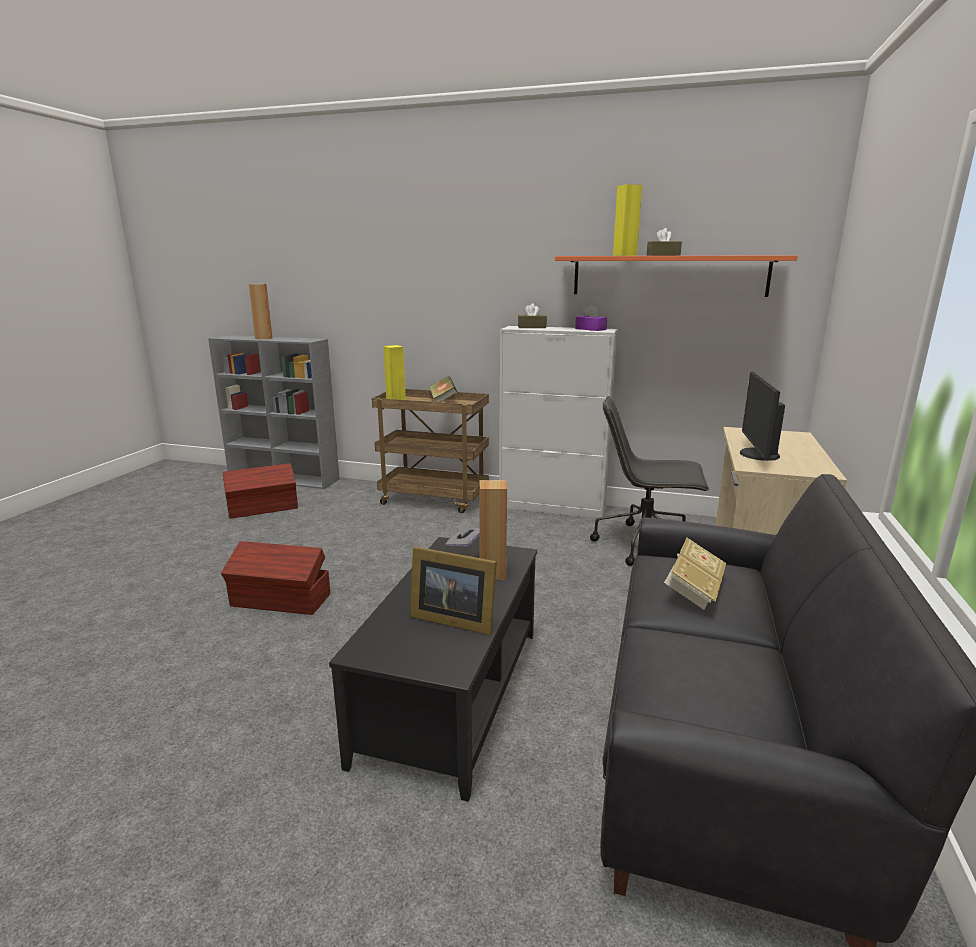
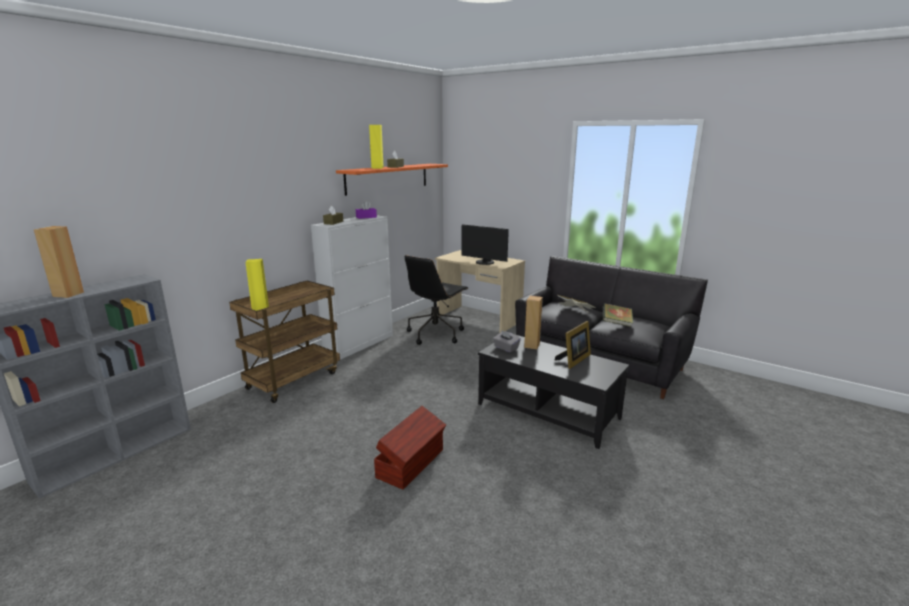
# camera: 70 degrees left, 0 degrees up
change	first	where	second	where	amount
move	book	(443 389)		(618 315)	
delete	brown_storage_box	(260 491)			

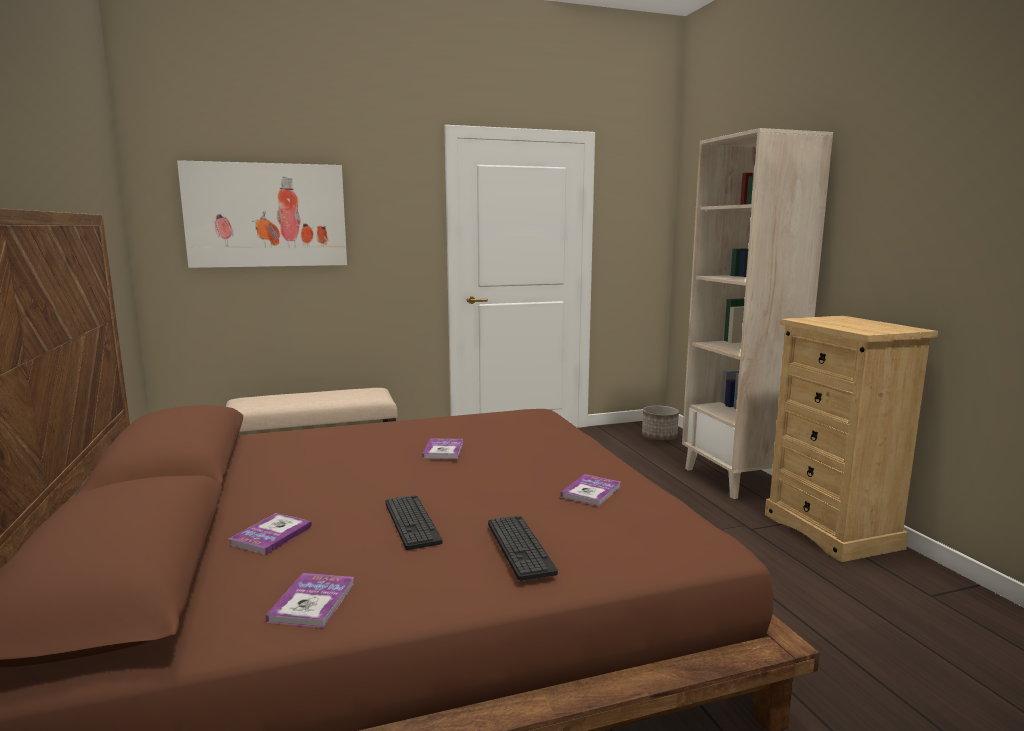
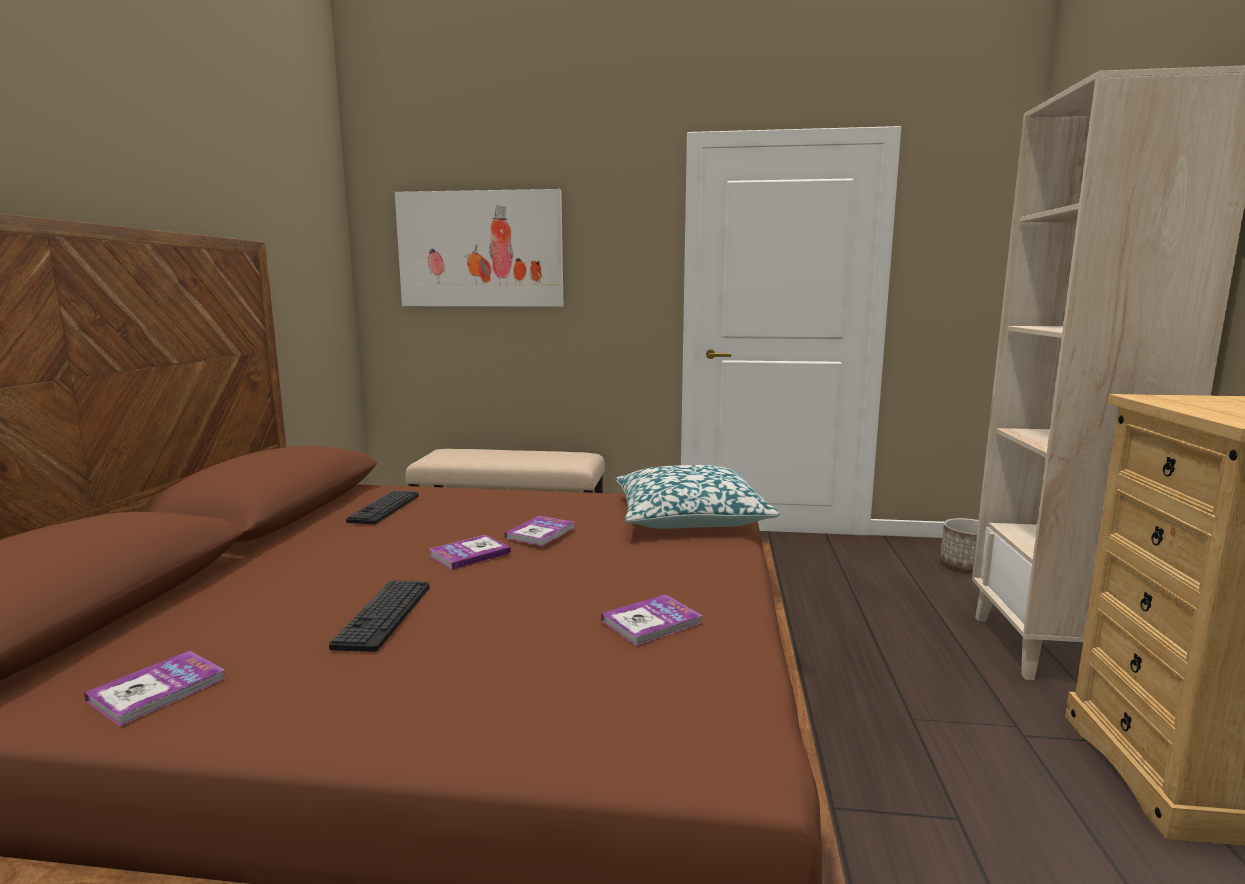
# camera: 25 degrees right, 0 degrees up
change	first	where	second	where	amount
move	book	(270 534)		(470 552)	
move	keyboard	(523 548)		(382 507)	
insert			pillow	(698 497)	

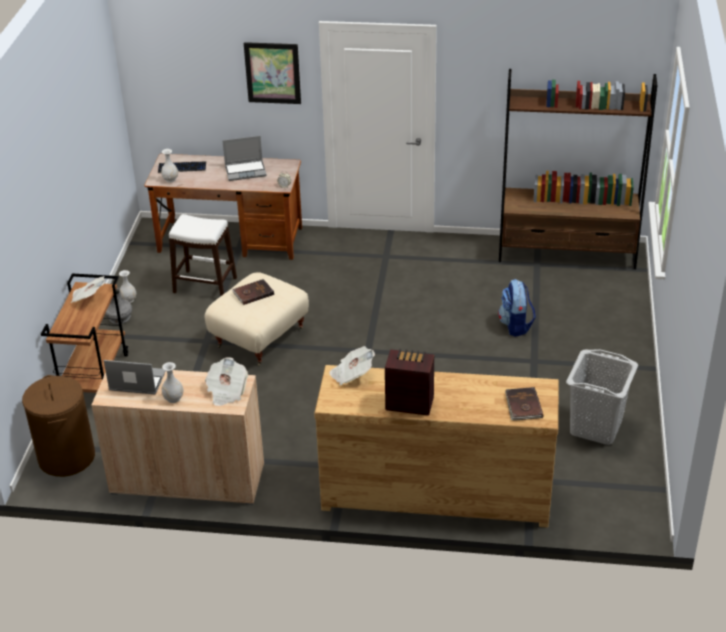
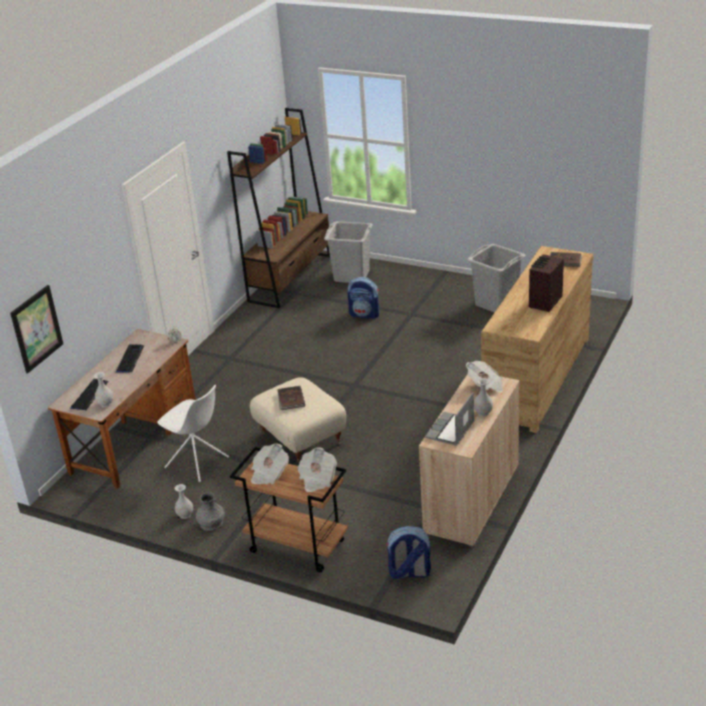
# camera: 70 degrees left, 5 degrees down
change	first	where	second	where	amount
move	picture	(272 73)		(36 329)	
replace	laptop	(244 158)	keyboard	(130 358)	
replace	white_stool	(203 255)	white_chair	(193 433)	
move	newspaper	(352 365)		(317 469)	
replace	brown_laundry_basket	(58 426)	backpack	(408 552)	
insert			grey_laundry_basket	(348 252)	

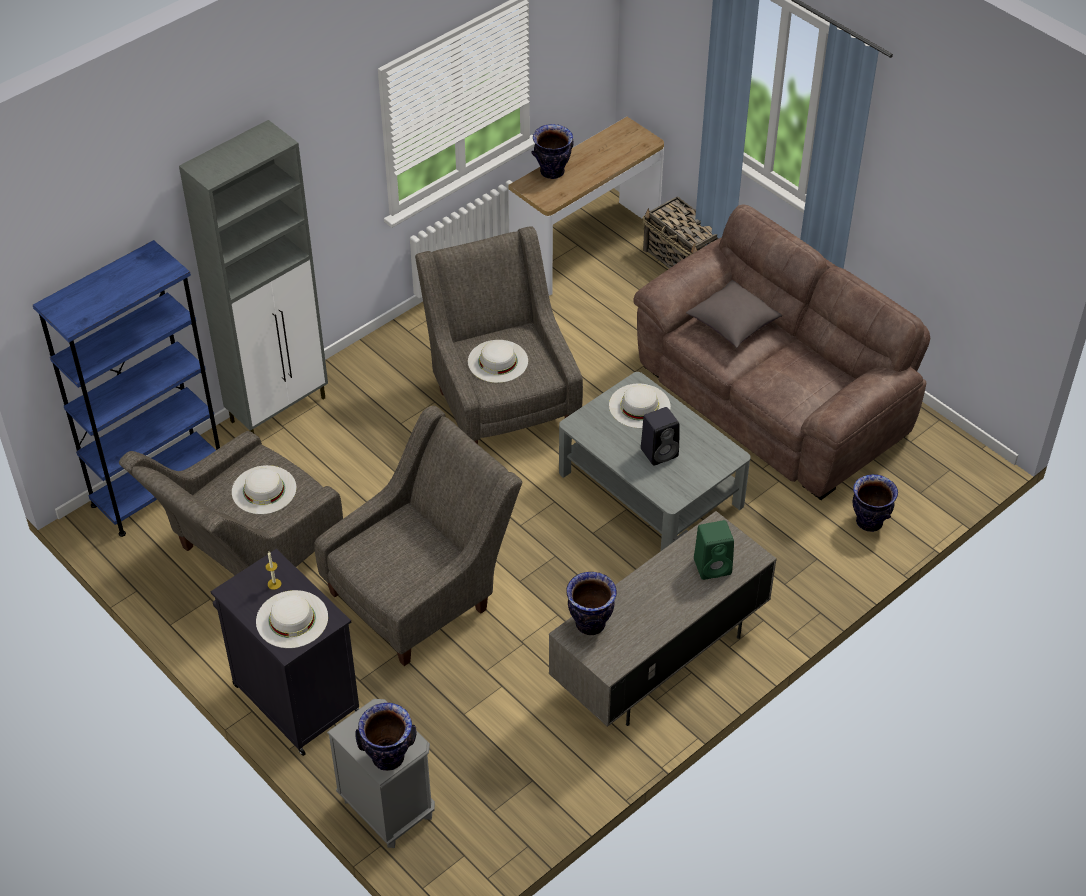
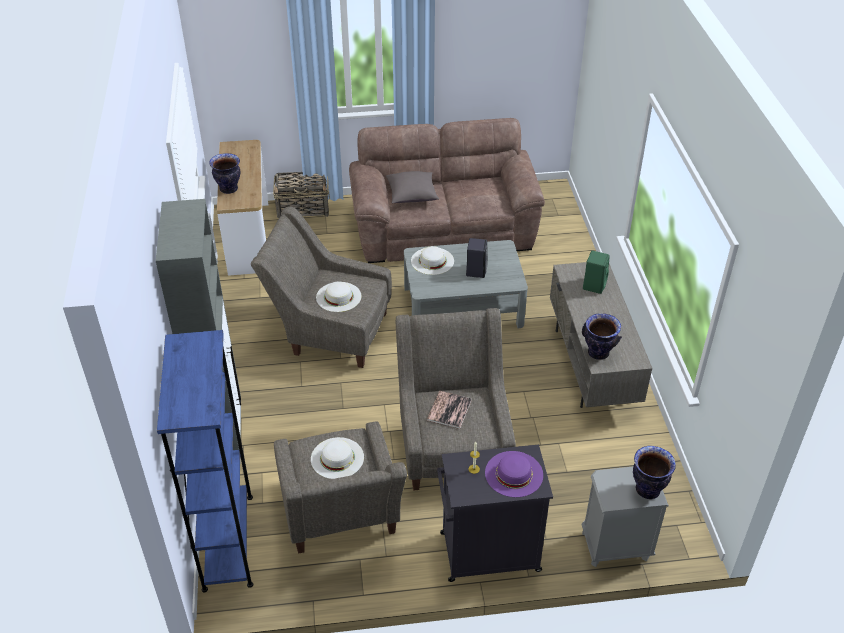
# camera: 55 degrees left, 5 degrees down
change	first	where	second	where	amount
delete	vase	(875 503)			
recolor	white_hat	(292 619)	purple_hat	(514 474)	
insert			book	(449 410)	

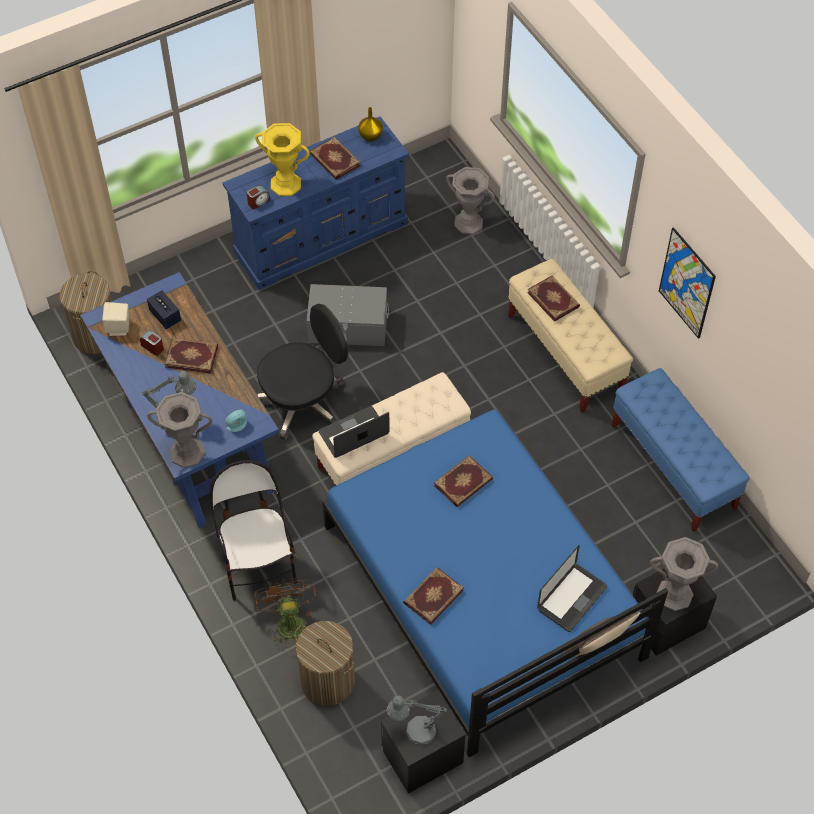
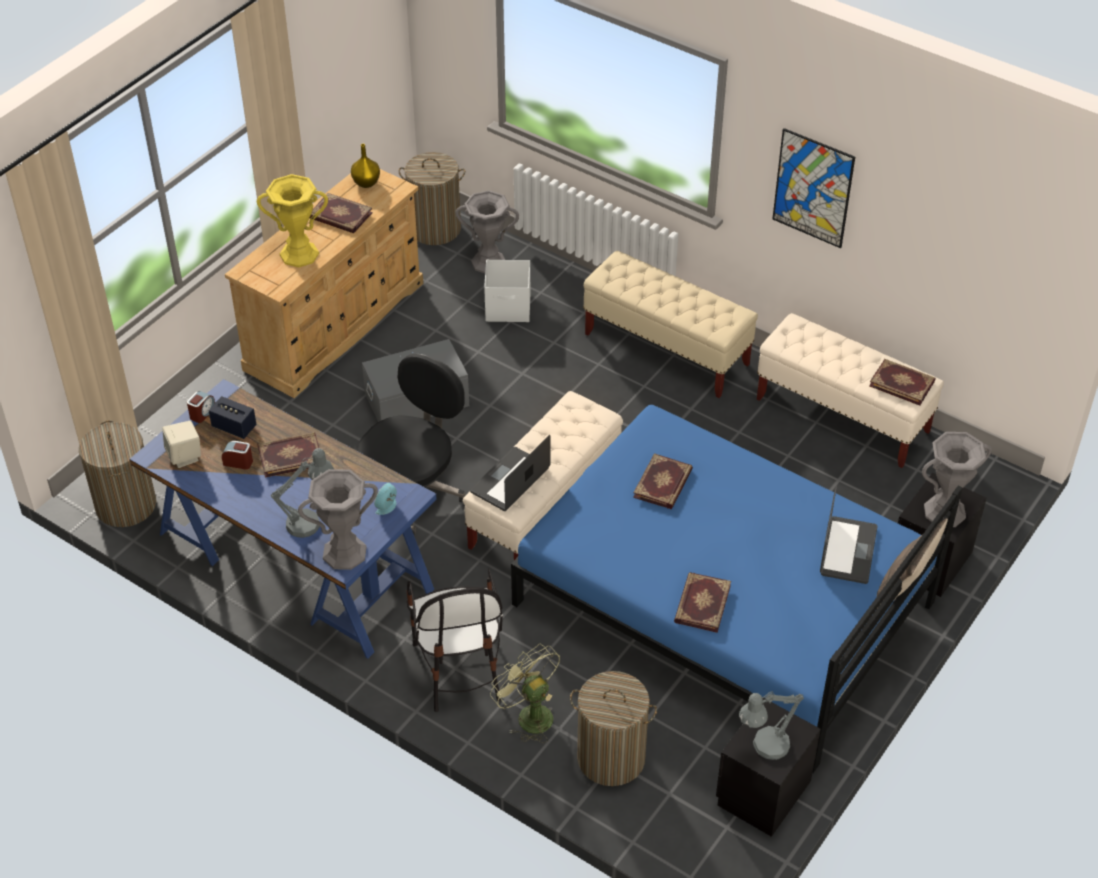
# camera: 25 degrees left, 10 degrees down
change	first	where	second	where	amount
recolor	blue_dresser	(316 203)	beige_dresser	(324 283)	
move	alarm_clock	(258 197)		(201 407)	
move	book	(553 299)		(902 382)	
recolor	blue_bench	(680 450)	beige_bench	(850 390)	
rotate	chair	(254 530)		(455 640)	150 degrees counterclockwise
recolor	brown_fan	(286 612)	green_fan	(525 693)	
insert			laundry_basket	(431 198)	
insert			white_storage_box	(507 291)	

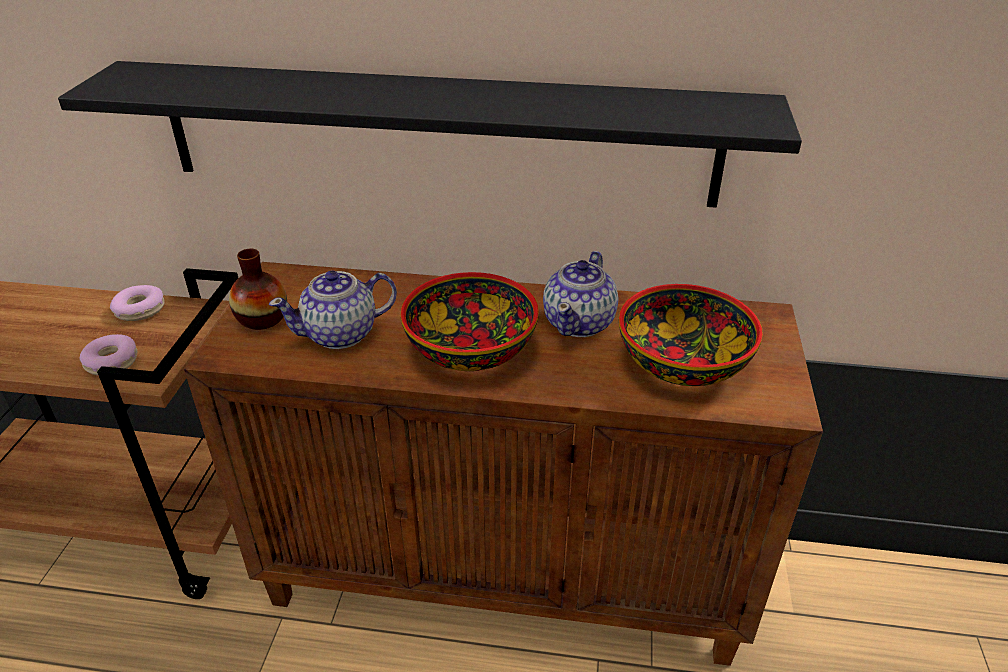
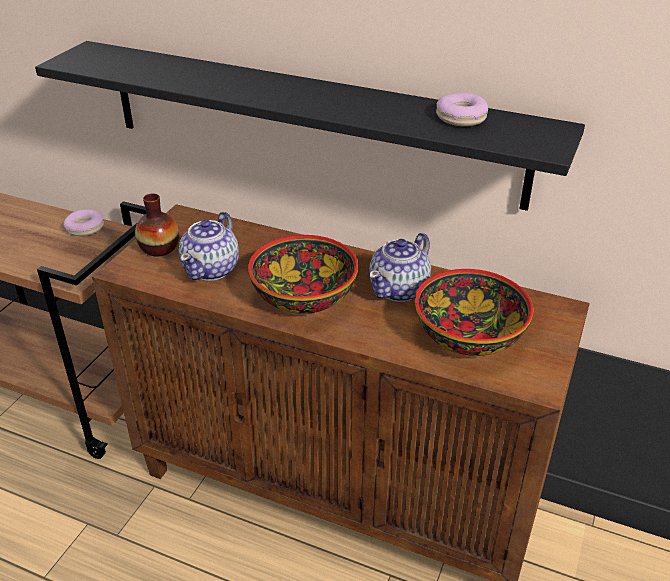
# camera: 15 degrees right, 0 degrees up
change	first	where	second	where	amount
rotate	teapot	(333 310)		(209 246)	60 degrees counterclockwise
move	donut	(108 354)		(462 109)	

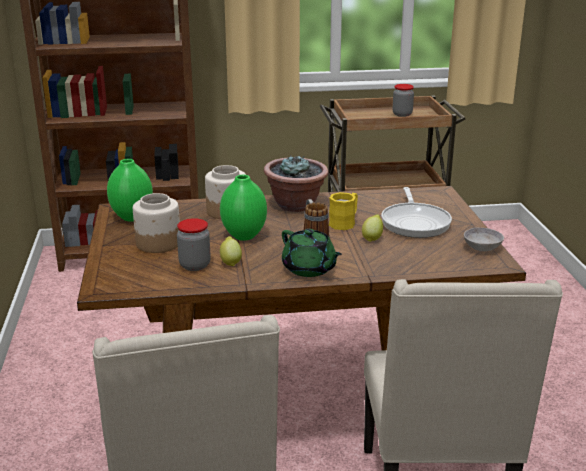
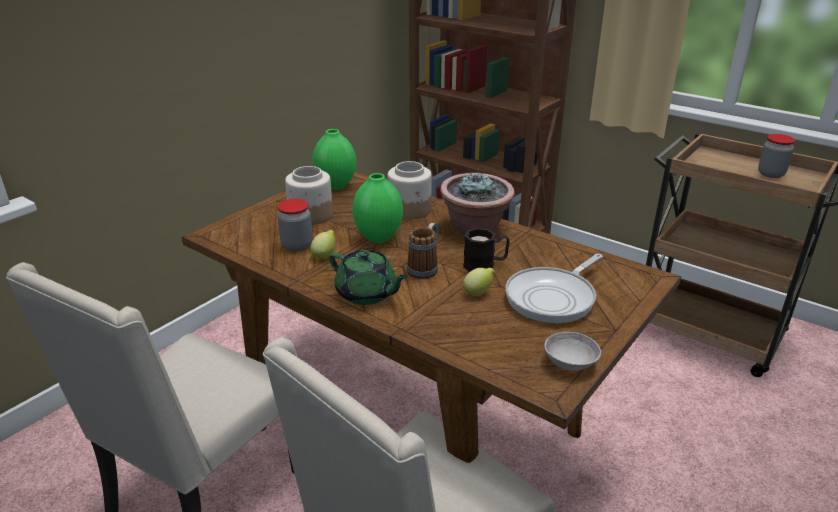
# camera: 45 degrees right, 5 degrees up
change	first	where	second	where	amount
recolor	yellow_mug	(343 211)	black_mug	(486 250)	
rotate	green_teapot	(312 253)		(368 277)	60 degrees counterclockwise

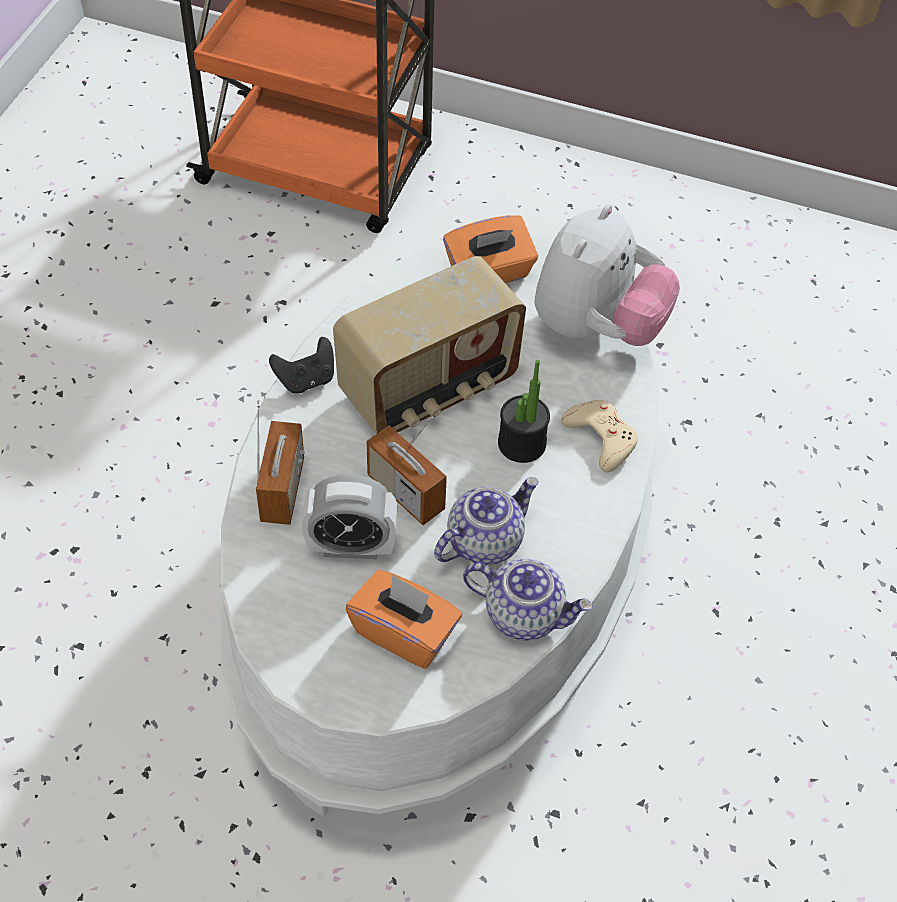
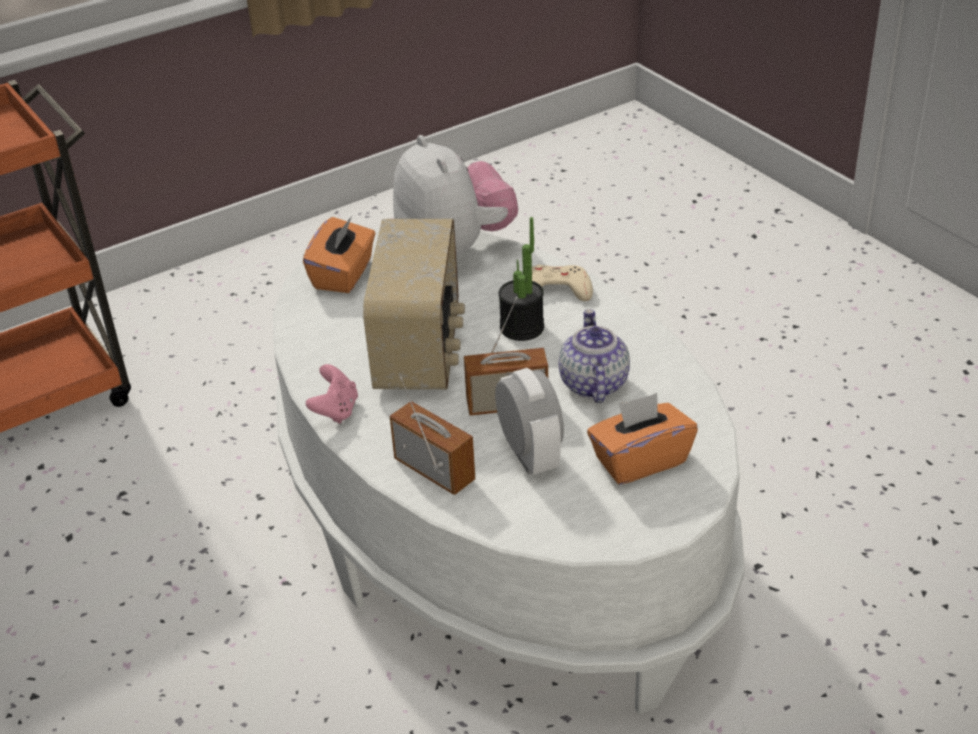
# camera: 50 degrees left, 15 degrees down
change	first	where	second	where	amount
recolor	black_game_controller	(301 365)	pink_game_controller	(332 394)	
rotate	alarm_clock	(349 516)		(529 421)	60 degrees counterclockwise
delete	teapot	(528 599)			

